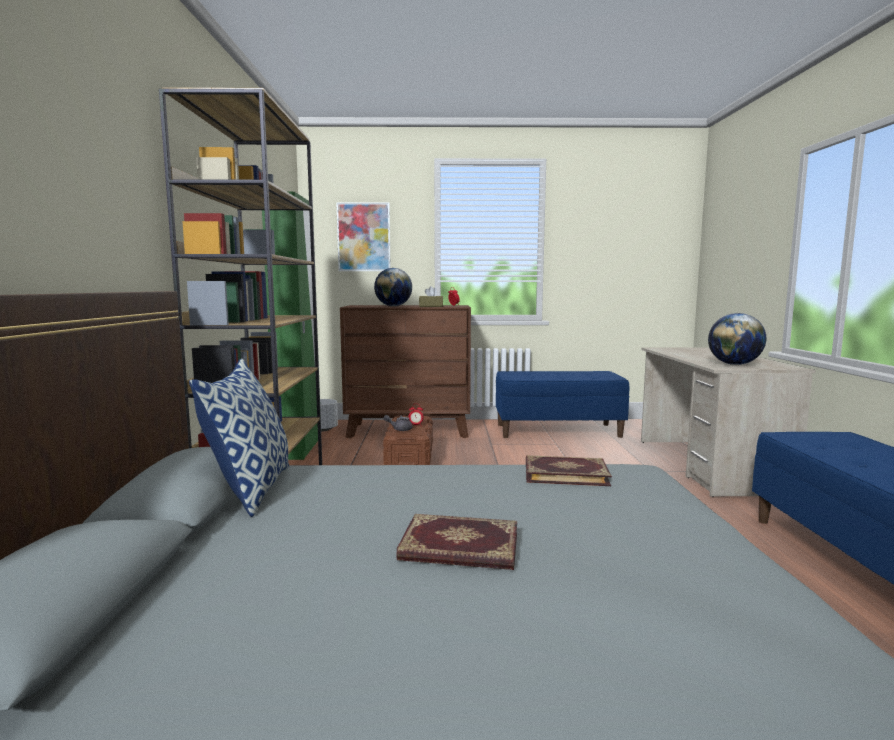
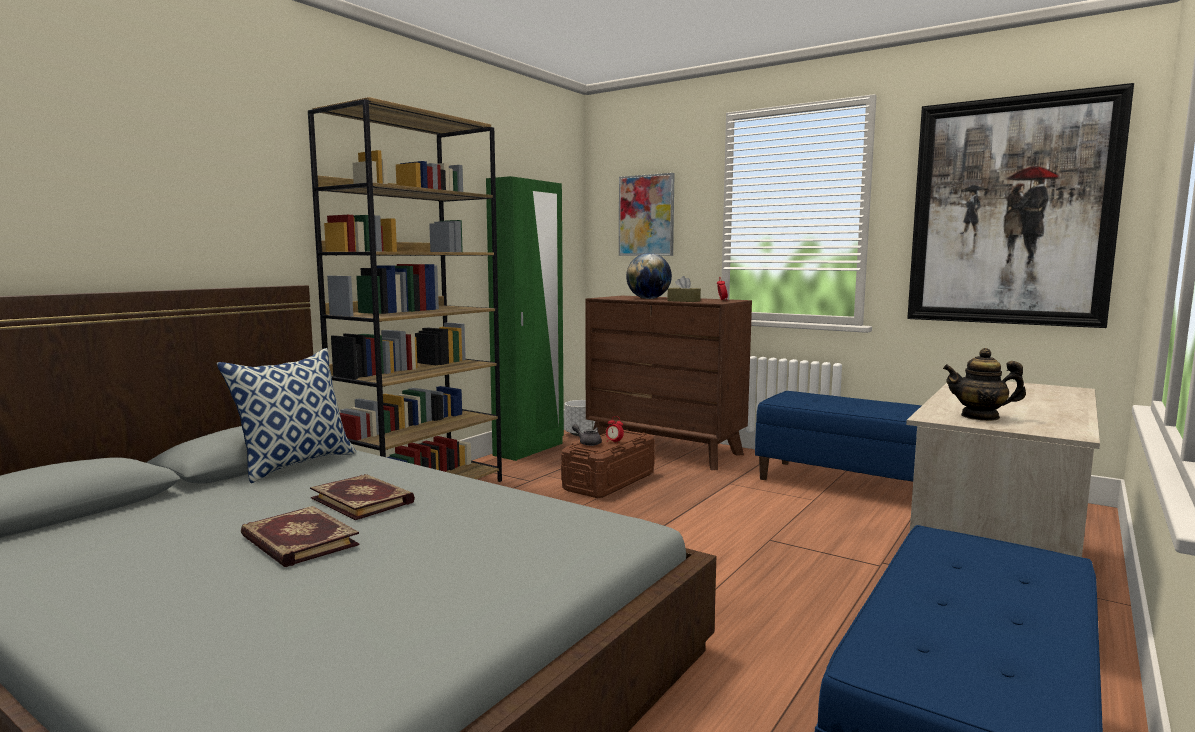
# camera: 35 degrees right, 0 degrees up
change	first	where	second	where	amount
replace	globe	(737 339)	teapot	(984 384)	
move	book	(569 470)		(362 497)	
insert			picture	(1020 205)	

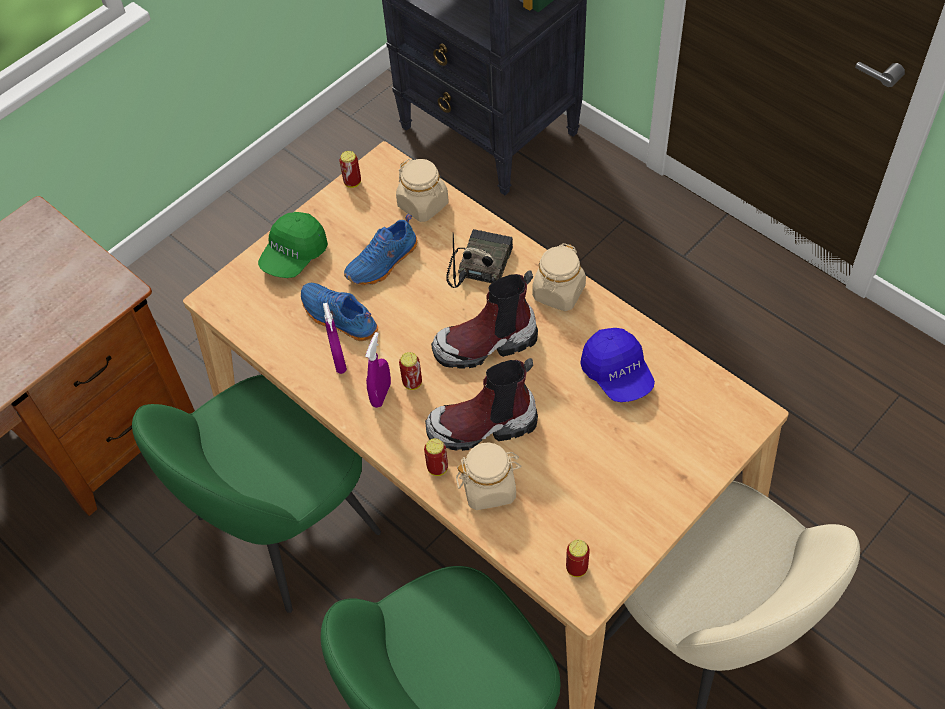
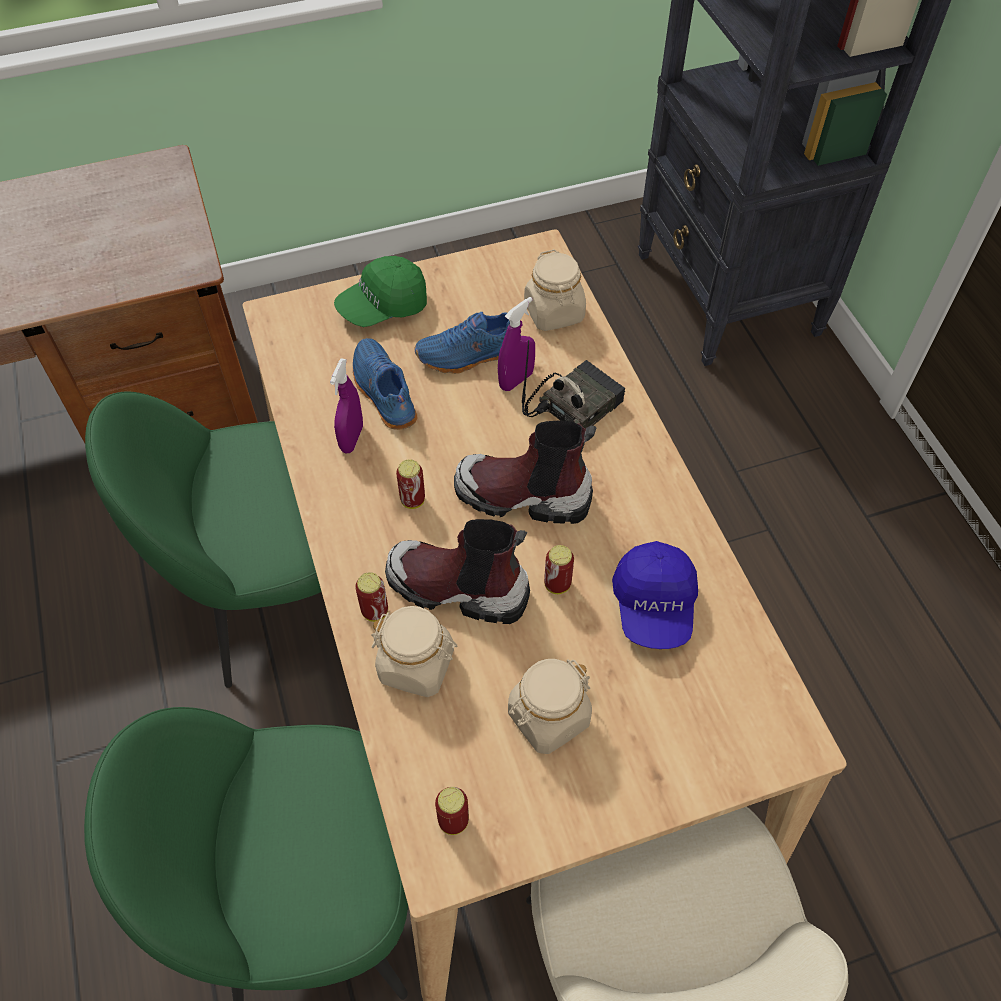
# camera: 25 degrees right, 0 degrees up
change	first	where	second	where	amount
move	can	(350 169)		(559 569)	
move	beige_jar	(559 277)		(550 706)	
move	purple_spray_bottle	(378 370)		(516 344)	

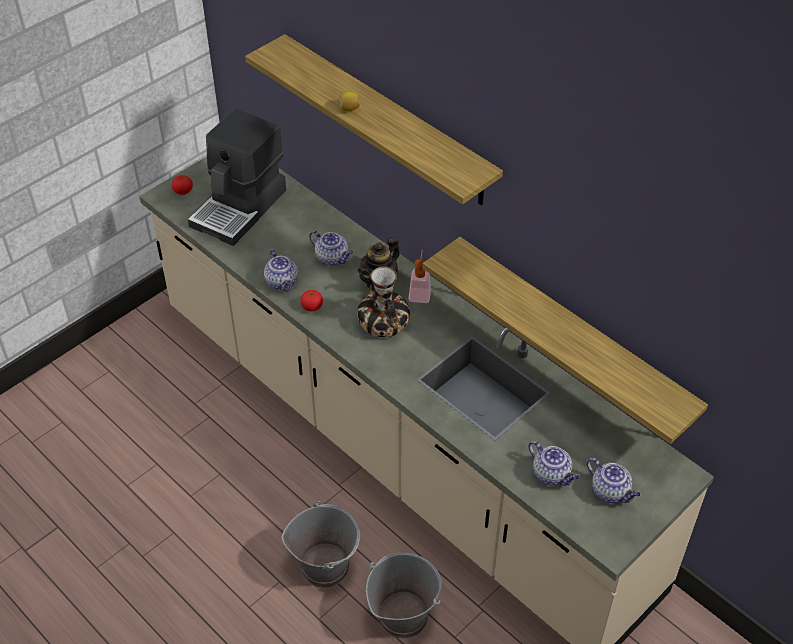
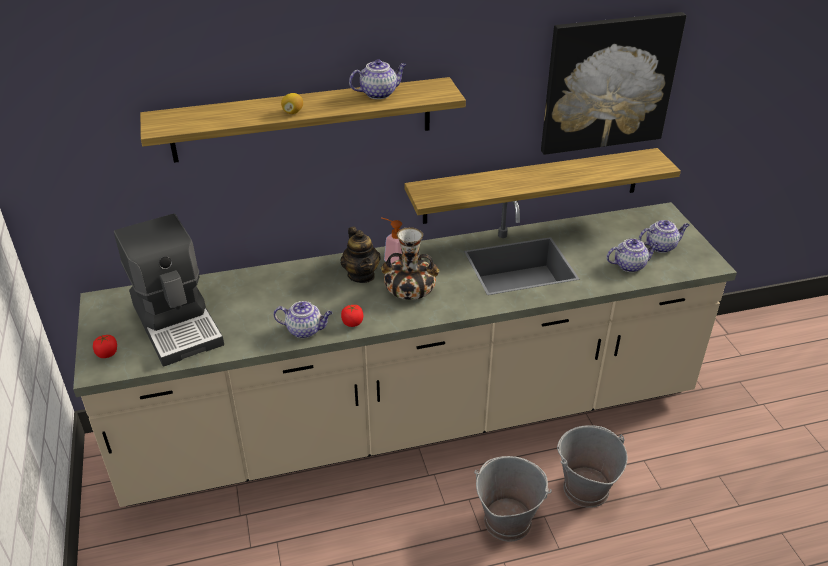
# camera: 60 degrees left, 10 degrees down
change	first	where	second	where	amount
move	teapot	(331 248)		(378 79)	
insert			picture	(614 83)	

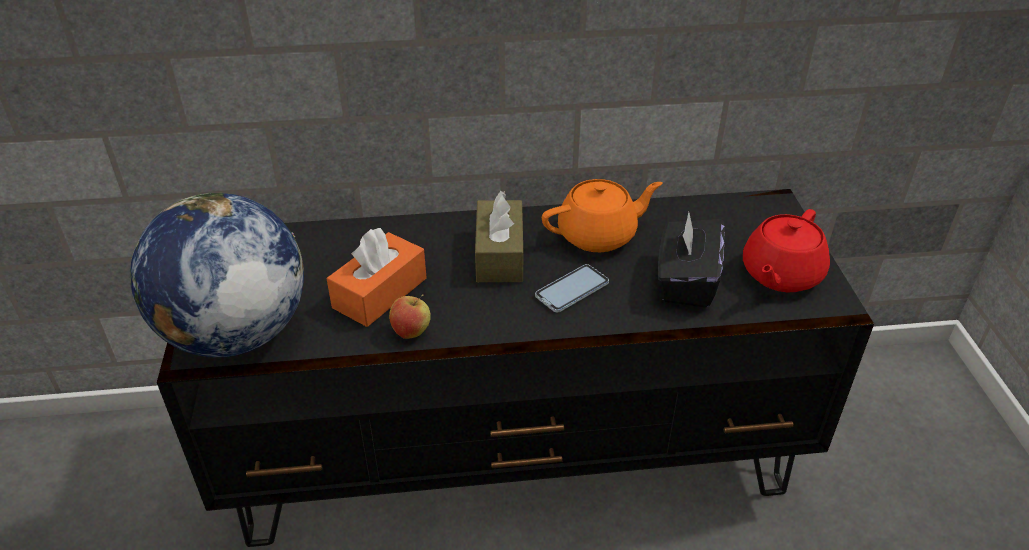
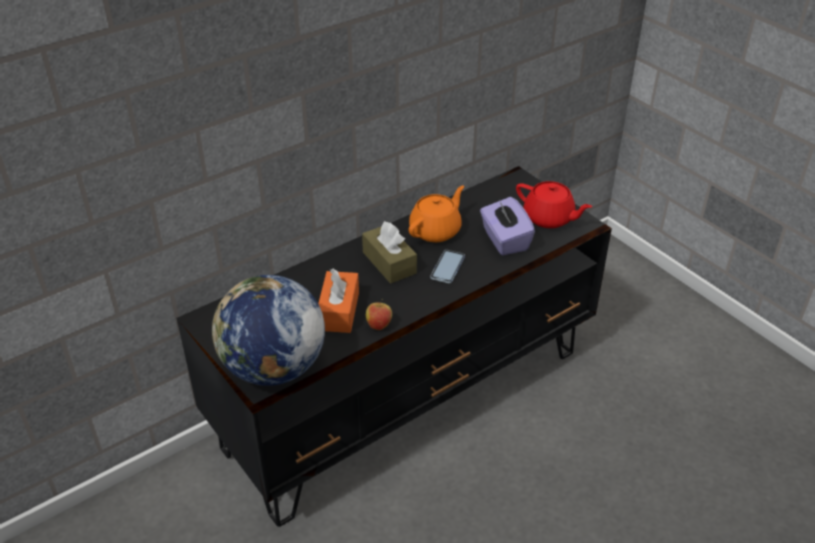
# camera: 30 degrees left, 0 degrees up
change	first	where	second	where	amount
rotate	red_teapot	(786 250)		(554 204)	60 degrees counterclockwise
recolor	black_tissue_box	(691 260)	purple_tissue_box	(507 226)	

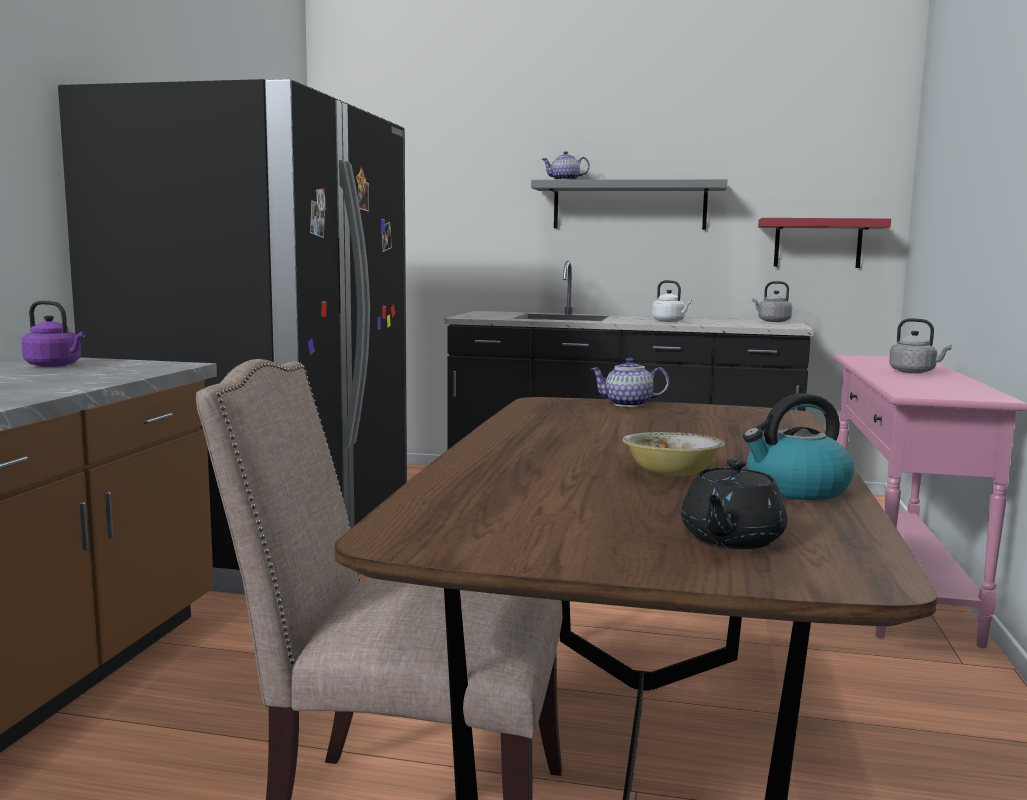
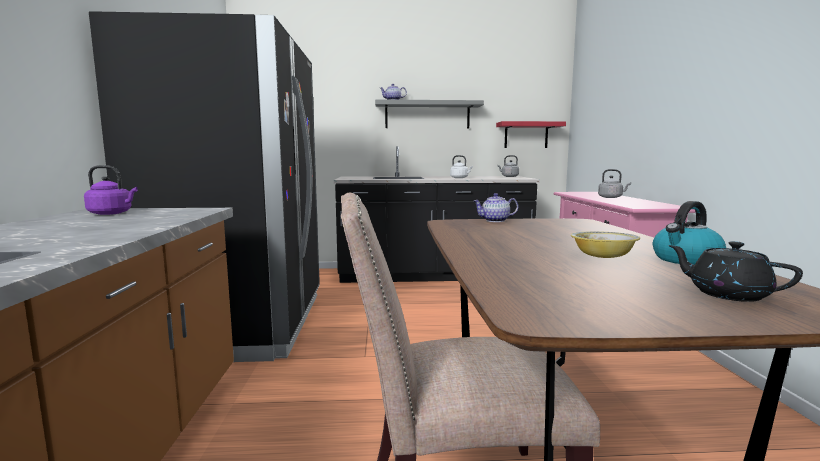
# camera: 15 degrees left, 0 degrees up
change	first	where	second	where	amount
rotate	black_teapot	(734 504)		(735 271)	120 degrees clockwise

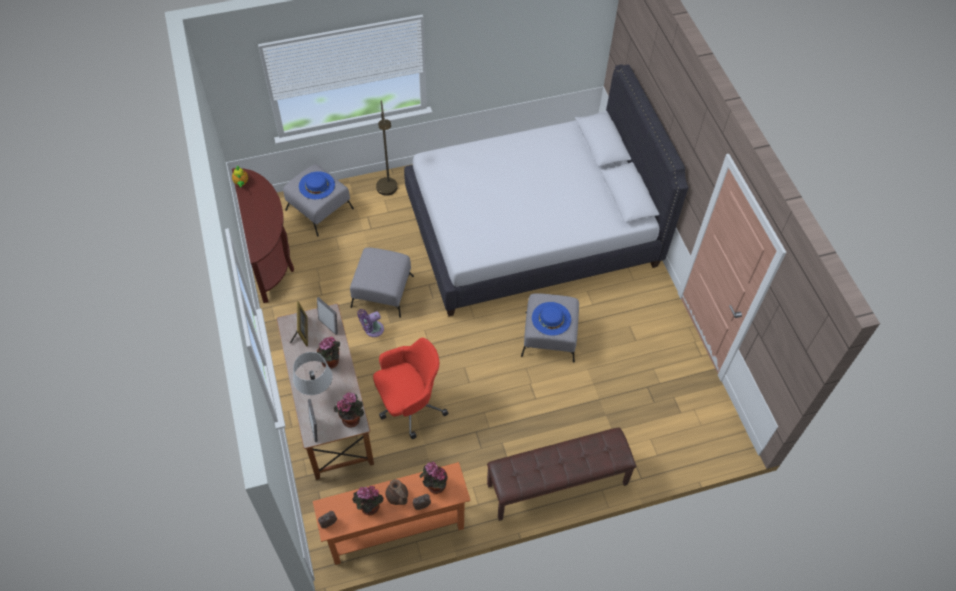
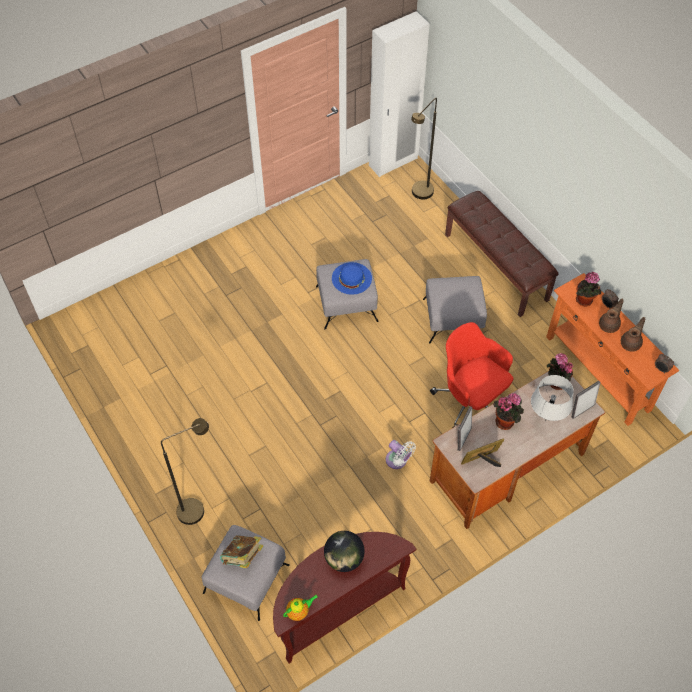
# camera: 105 degrees left, 0 degrees up
change	first	where	second	where	amount
delete	white_bed	(546 190)			
replace	blue_hat	(317 185)	book	(241 551)	
move	grey_ottoman	(382 282)		(455 309)	
recolor	purple_fan	(370 323)	white_fan	(401 454)	
replace	potted_plant	(368 500)	brown_teapot	(633 334)	
insert			white_wardrobe	(399 94)	
insert			brown_floor_lamp	(424 148)	
insert			globe	(344 551)	

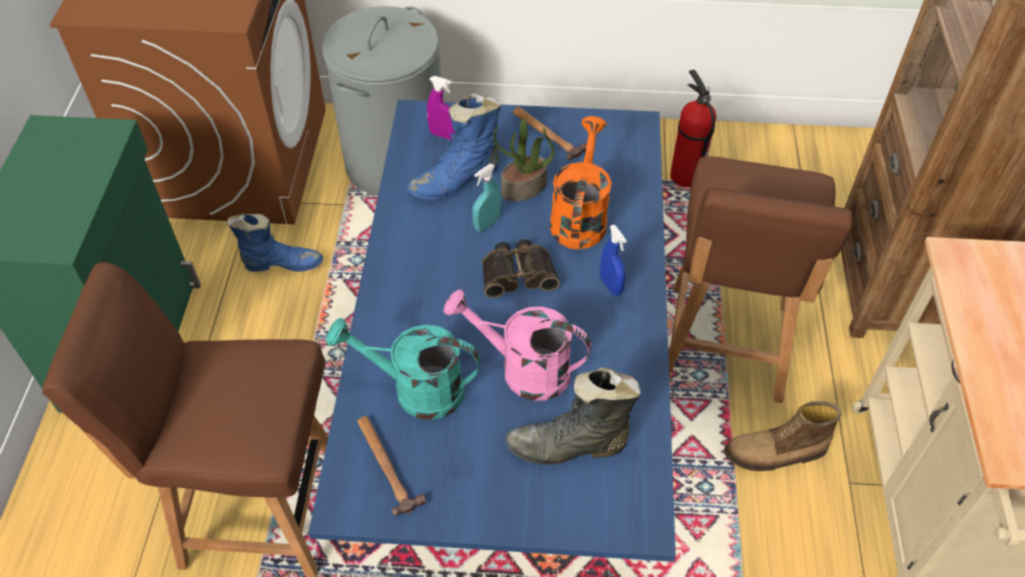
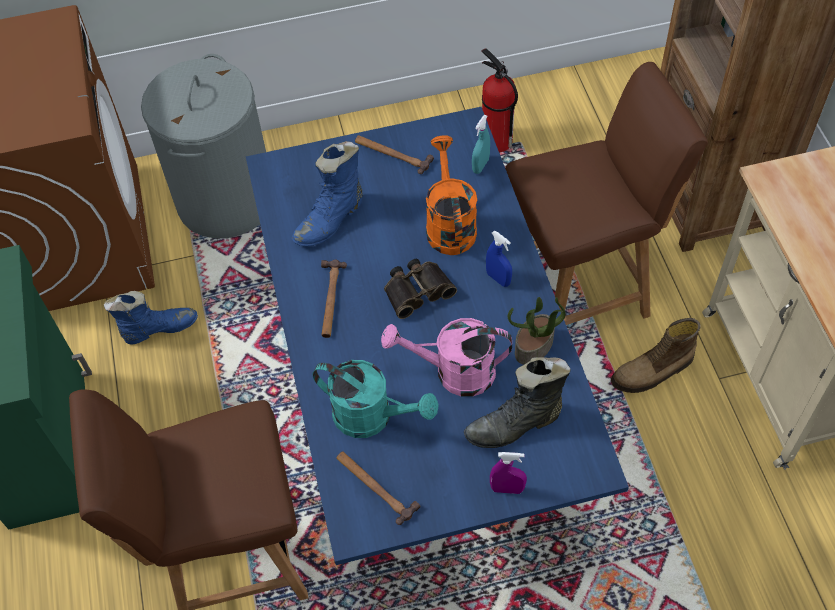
# camera: 15 degrees left, 5 degrees up
change	first	where	second	where	amount
move	purple_spray_bottle	(441 108)		(508 473)	
move	potted_plant	(524 159)		(537 331)	
rotate	brown_chair	(760 279)		(606 193)	105 degrees counterclockwise
move	turquoise_spray_bottle	(486 198)		(481 144)	
rotate	turquoise_watering_can	(403 369)		(376 399)	150 degrees counterclockwise
insert			hammer	(334 298)	

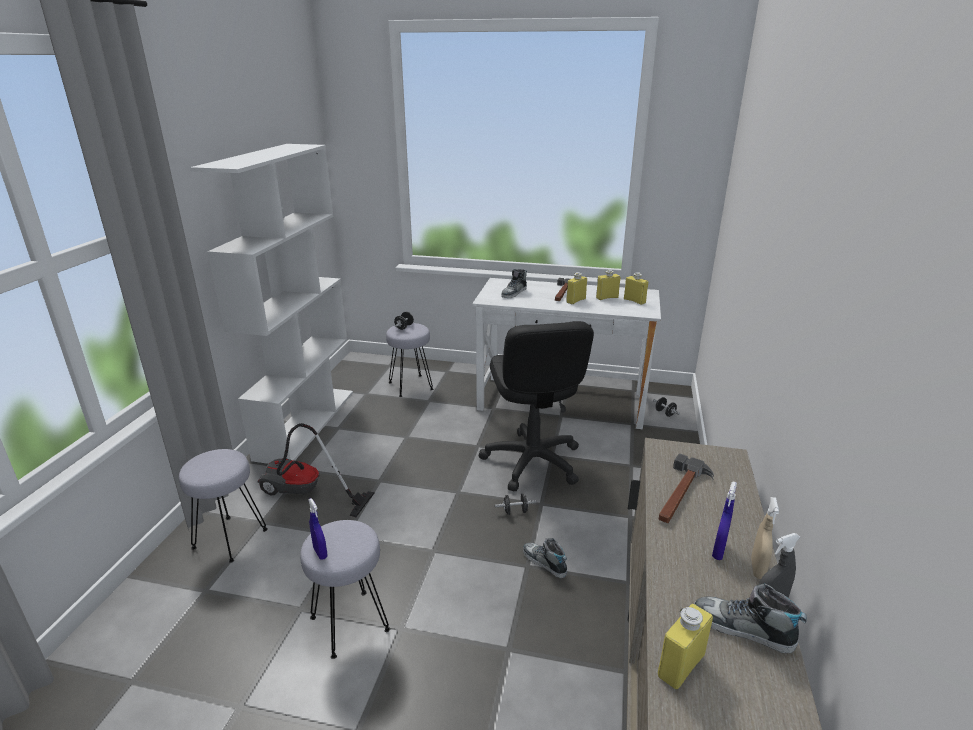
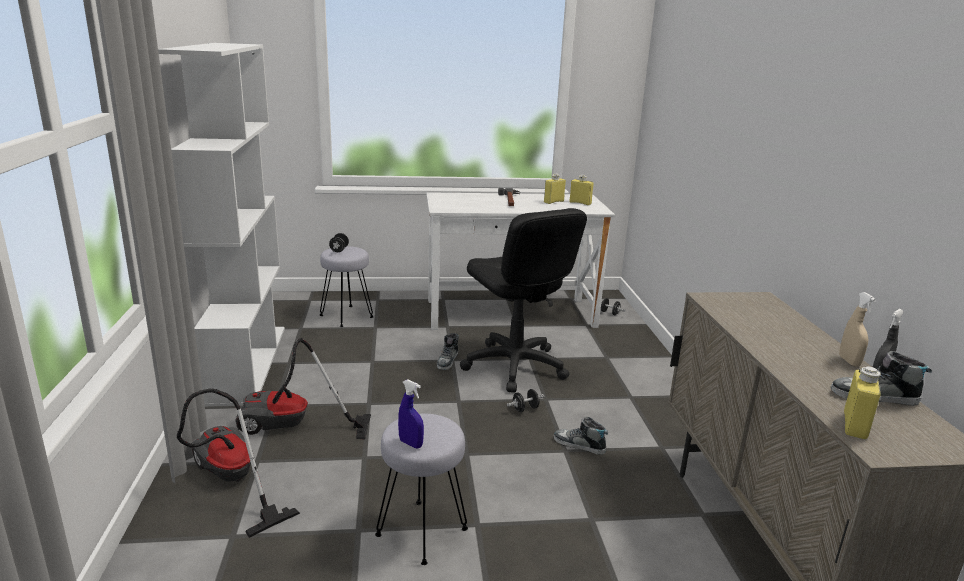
# camera: 20 degrees left, 5 degrees down
change	first	where	second	where	amount
move	shoe	(514 283)		(448 351)	
delete	yellow_bottle	(576 288)			
replace	grey_stool	(223 506)	vacuum_cleaner	(238 463)	
delete	hammer	(686 488)			
delete	blue_spray_bottle	(724 520)			

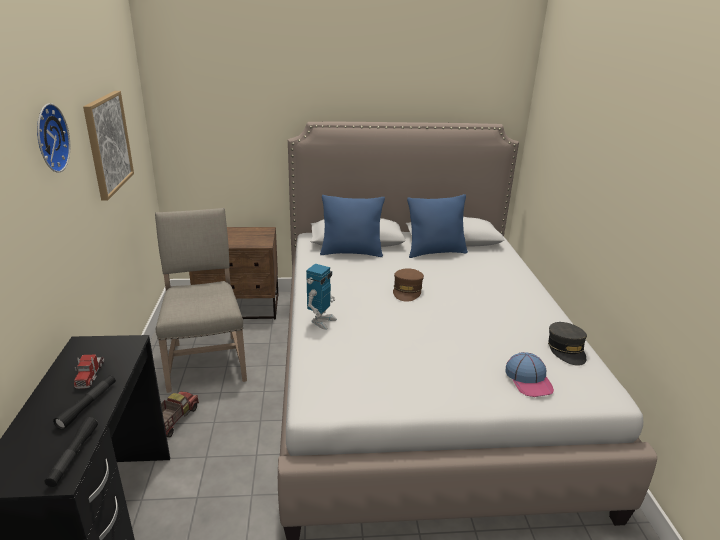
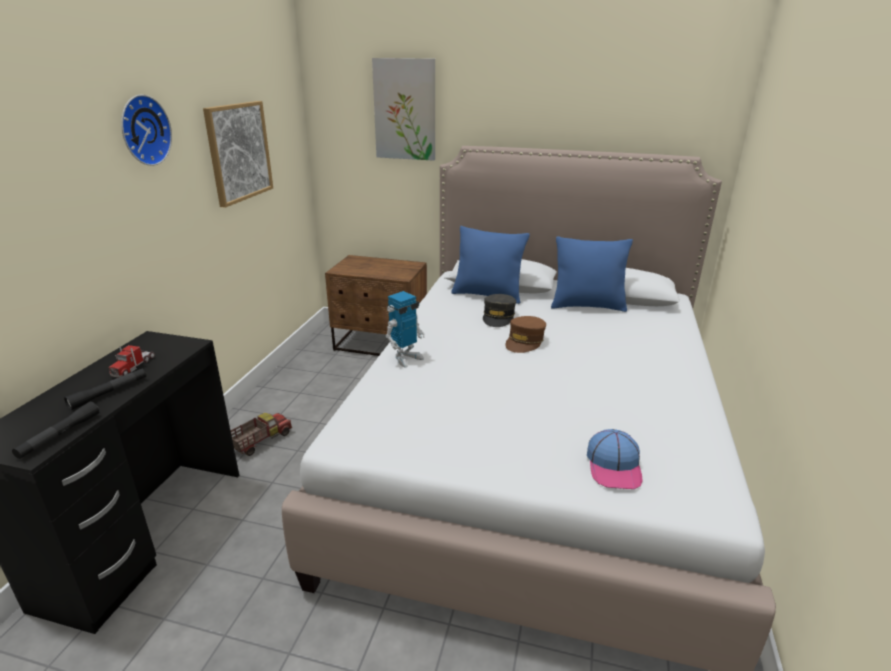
# camera: 20 degrees right, 0 degrees up
change	first	where	second	where	amount
delete	beige_chair	(201 300)			
move	grey_cap	(567 343)		(499 310)	
insert			picture	(403 109)	

